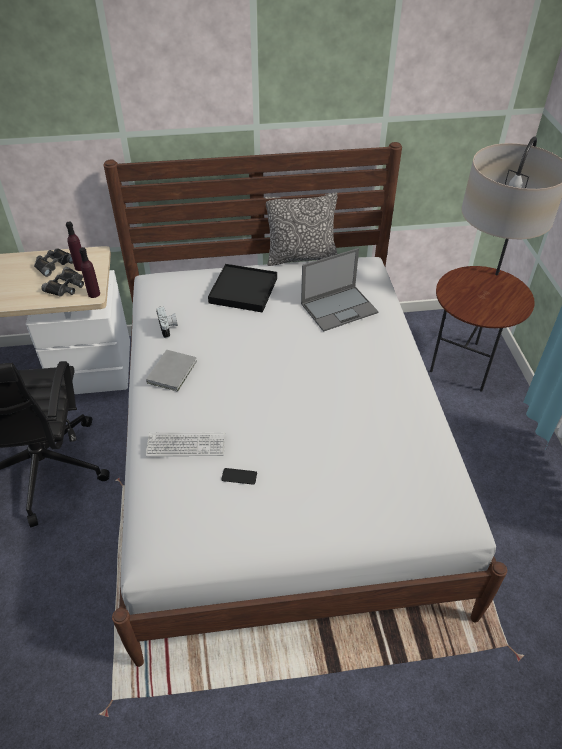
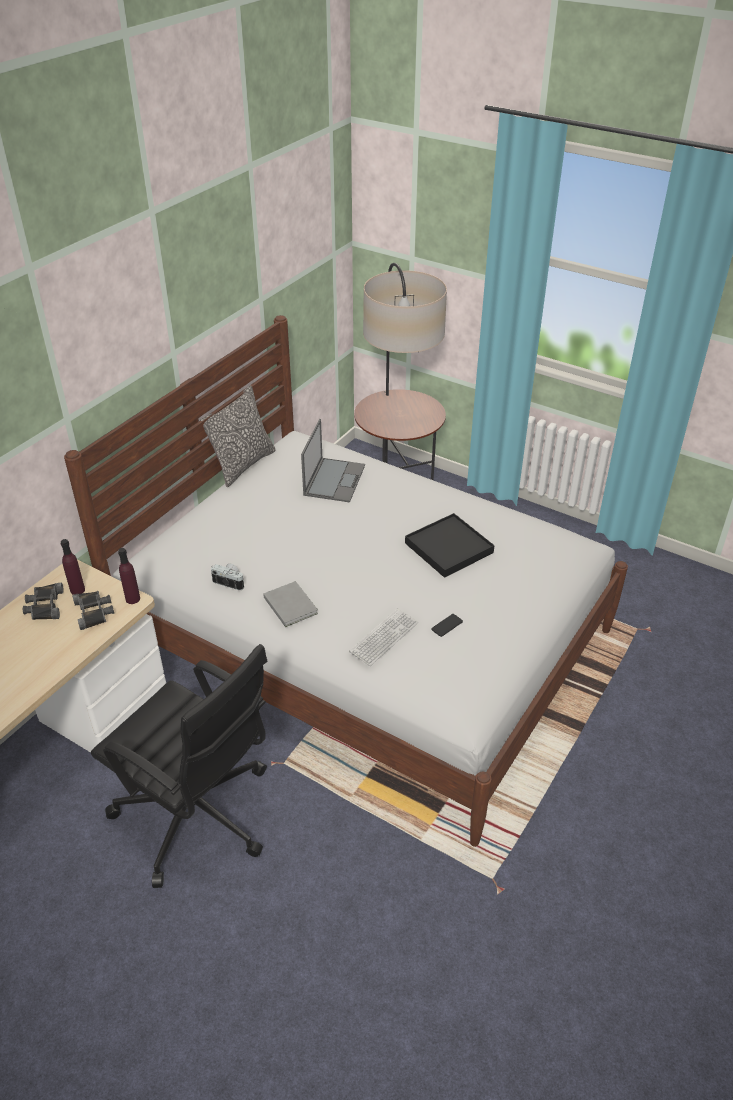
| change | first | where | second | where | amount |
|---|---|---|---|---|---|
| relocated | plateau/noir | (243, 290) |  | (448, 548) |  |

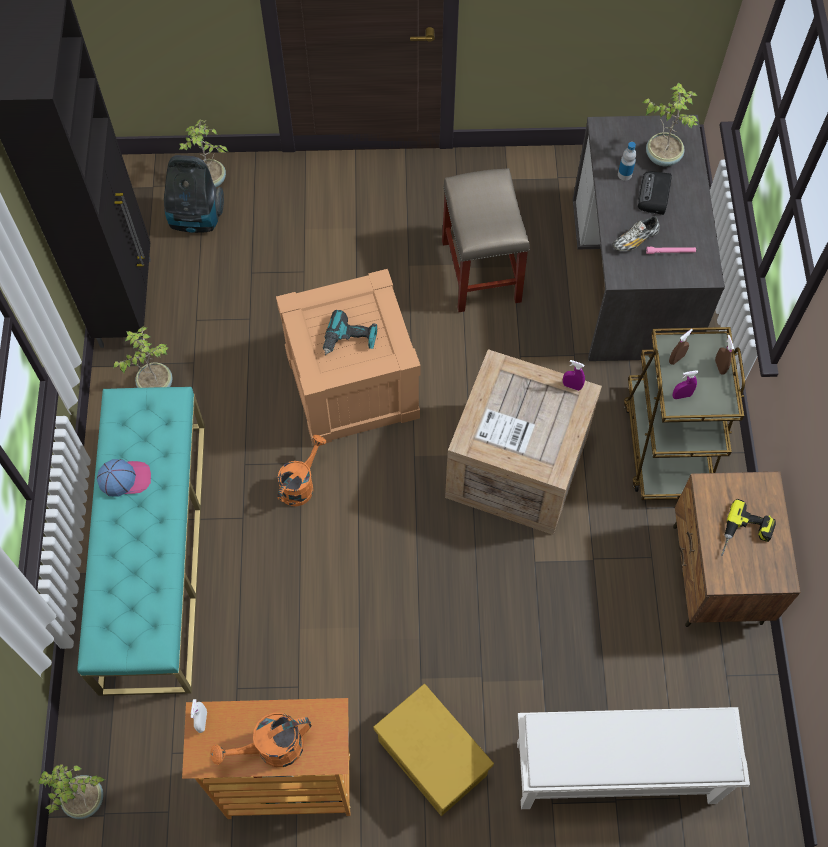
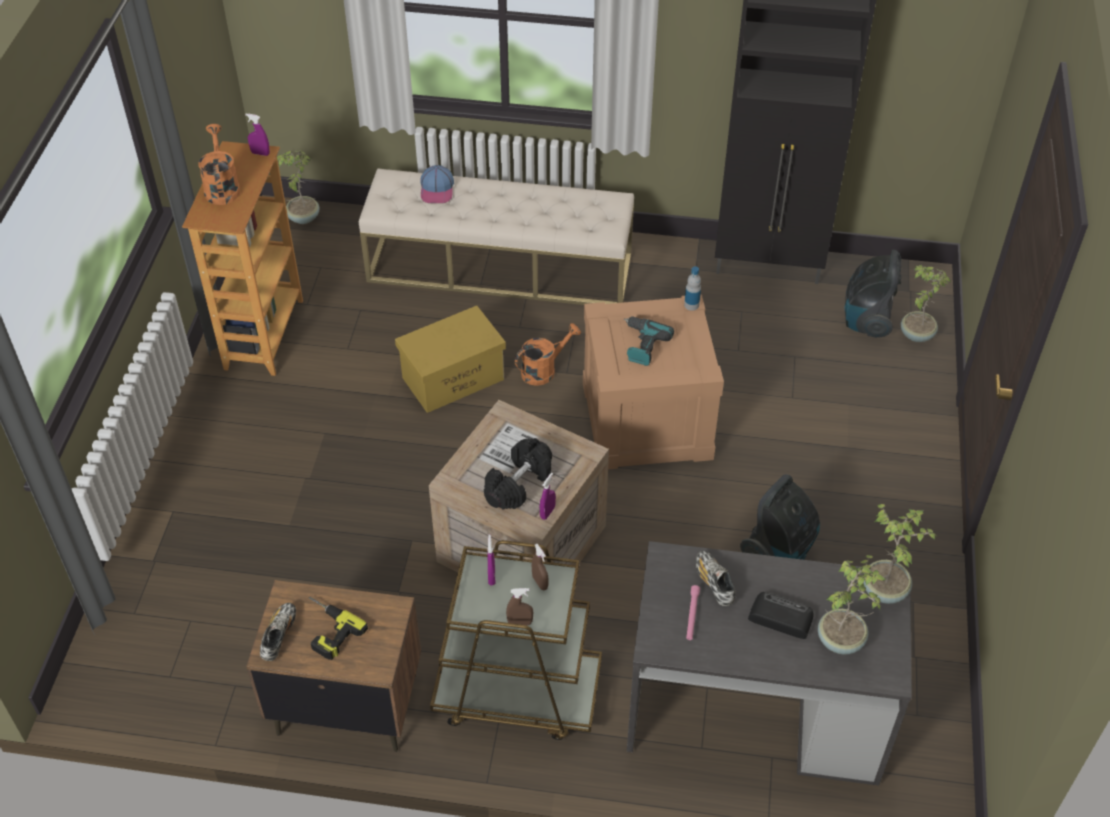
| change | first | where | second | where | amount |
|---|---|---|---|---|---|
| colour | banc/turquoise | (154, 553) | banc/beige | (500, 267) |  |
| relocated | casquette | (125, 478) |  | (437, 189) |  |
| relocated | plante en pot | (155, 384) |  | (885, 589) |  |
| colour | vaporisateur/blanc | (202, 721) | vaporisateur/violet | (260, 153) |  |
| spun | arrosoir/orange | (300, 484) |  | (544, 370) | 75 degrees counterclockwise |
| relocated | boîte de rangement/jaune | (431, 757) |  | (453, 378) |  |
| exchanged | tabouret/beige | (480, 270) | aspirateur | (779, 552) |  |
| missing | étagère à chaussures/blanc | (613, 774) |  |  |  |
| relocated | bouteille | (624, 174) |  | (691, 305) |  |
| appeared |  |  | chaussure | (279, 636) |  |
| appeared |  |  | haltère/noir | (518, 484) |  |

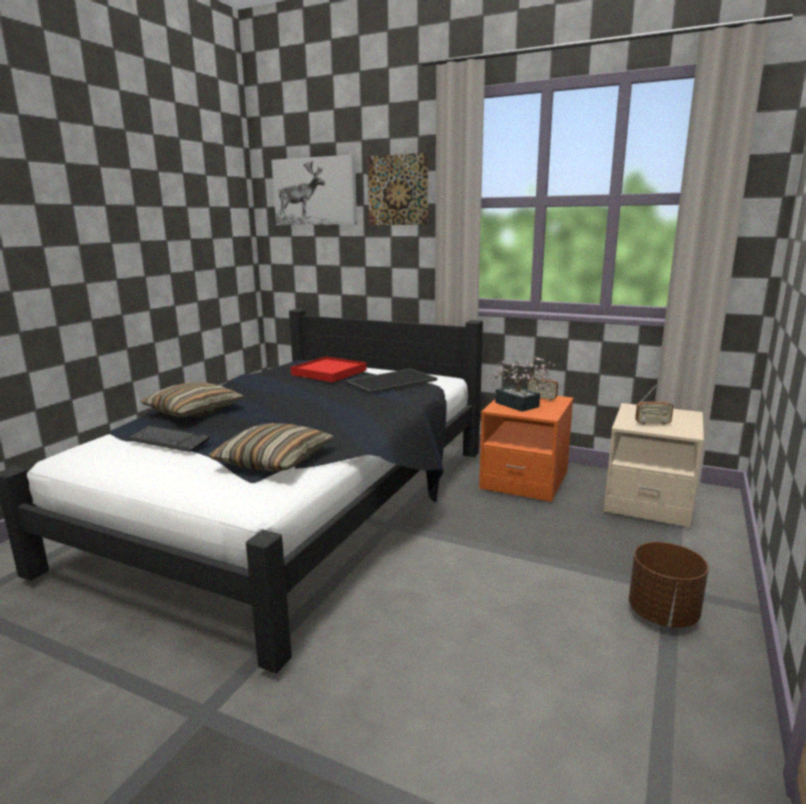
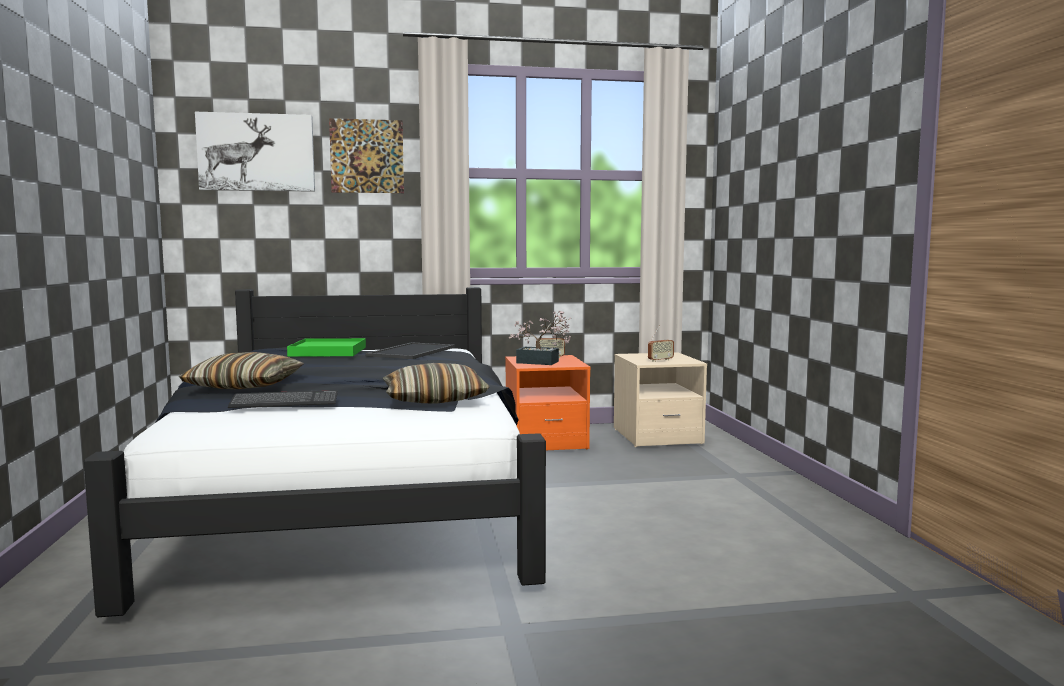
| change | first | where | second | where | amount |
|---|---|---|---|---|---|
| colour | plateau/rouge | (329, 372) | plateau/vert | (328, 351) |  |
| missing | cache-pot/marron | (663, 614) |  |  |  |

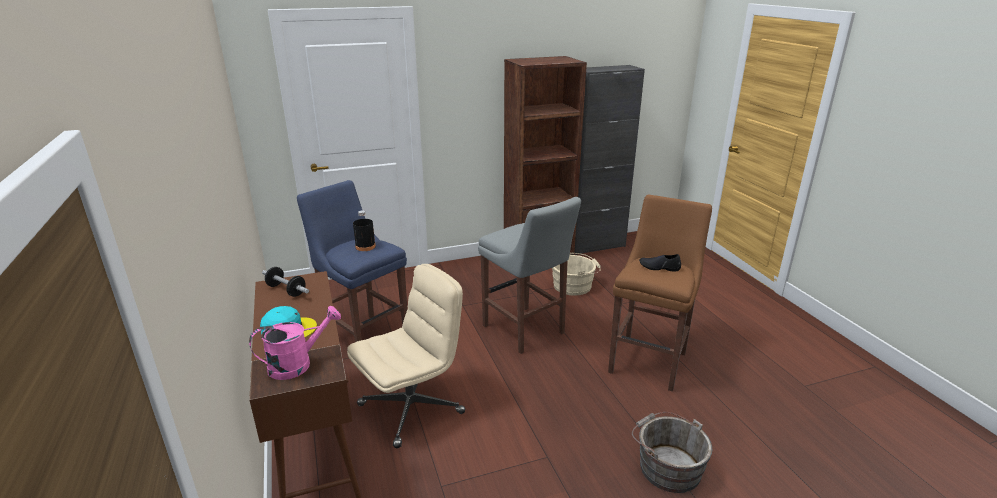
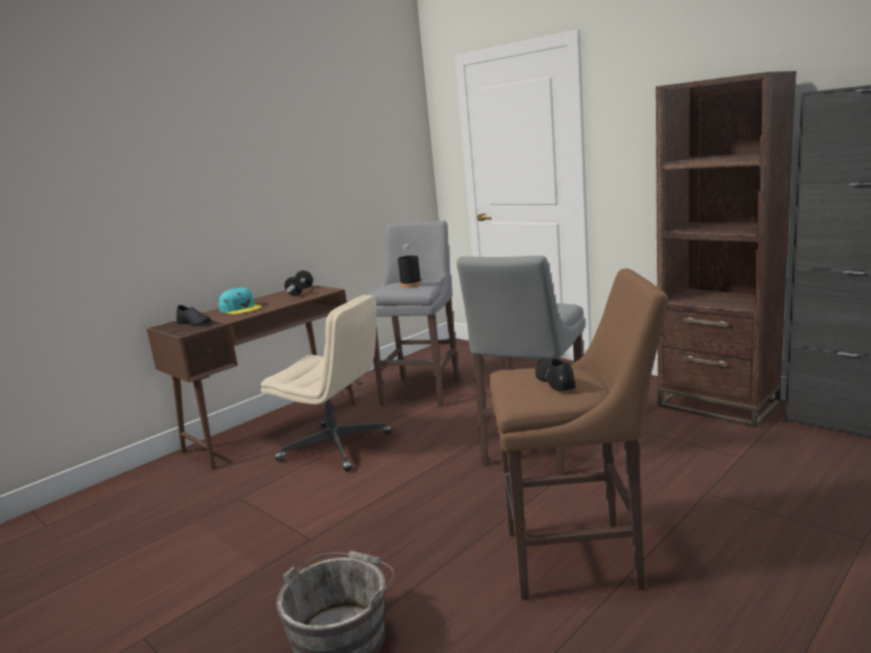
| change | first | where | second | where | amount |
|---|---|---|---|---|---|
| exchanged | arrosoir/rose | (297, 364) | chaussure/noir | (194, 323) |  |
| colour | tabouret/bleu | (364, 336) | tabouret/gris | (423, 390) |  |
| missing | seau/beige | (574, 285) |  |  |  |

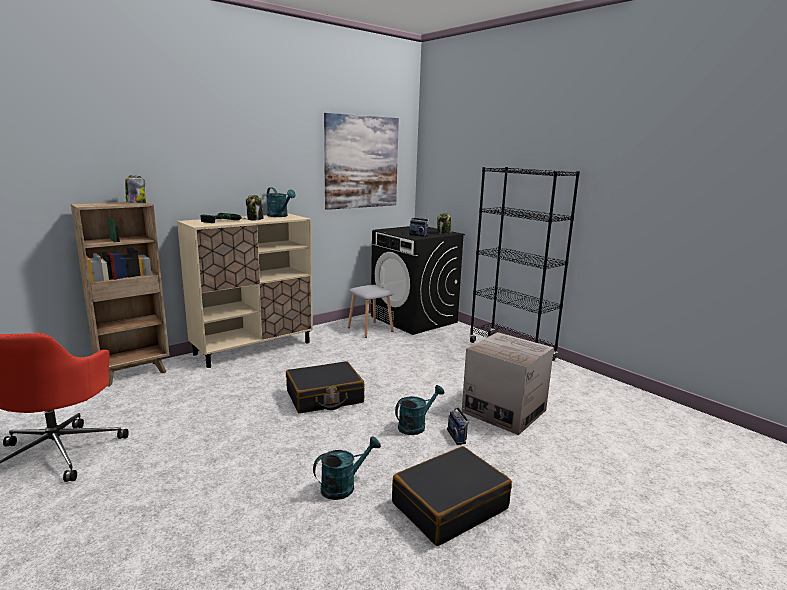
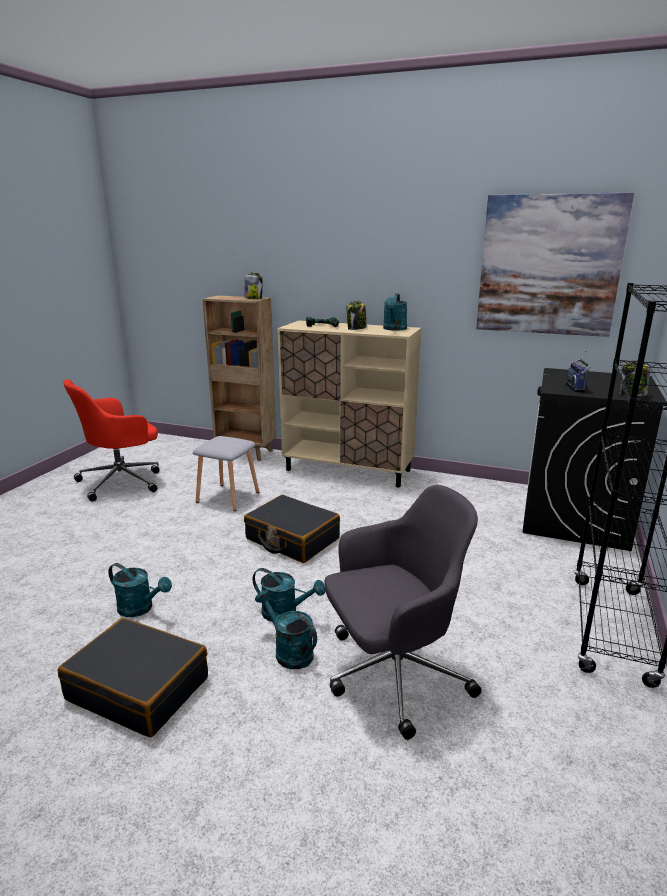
| change | first | where | second | where | amount |
|---|---|---|---|---|---|
| relocated | tabouret/gris | (370, 329) |  | (229, 497) |  |
| exchanged | radio | (457, 436) | arrosoir/turquoise | (288, 651) |  |
| exchanged | carton | (504, 411) | chaise de bureau/gris | (393, 674) |  |

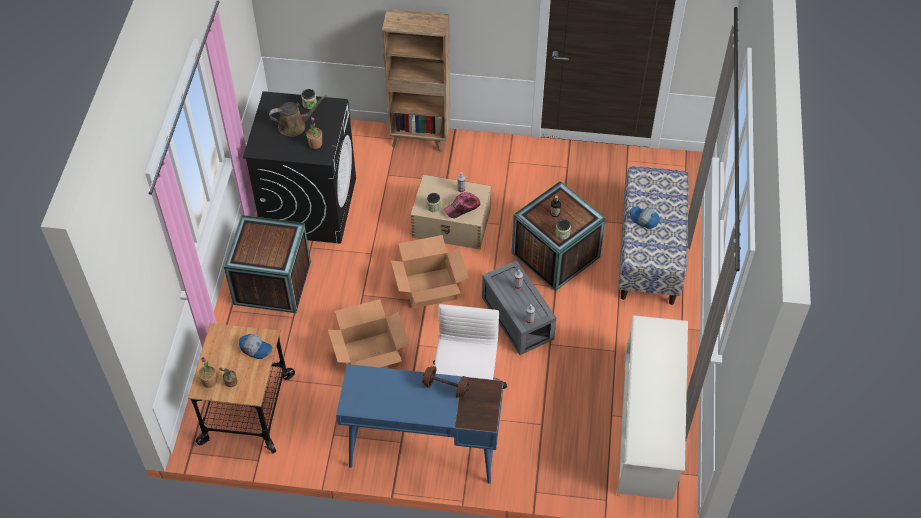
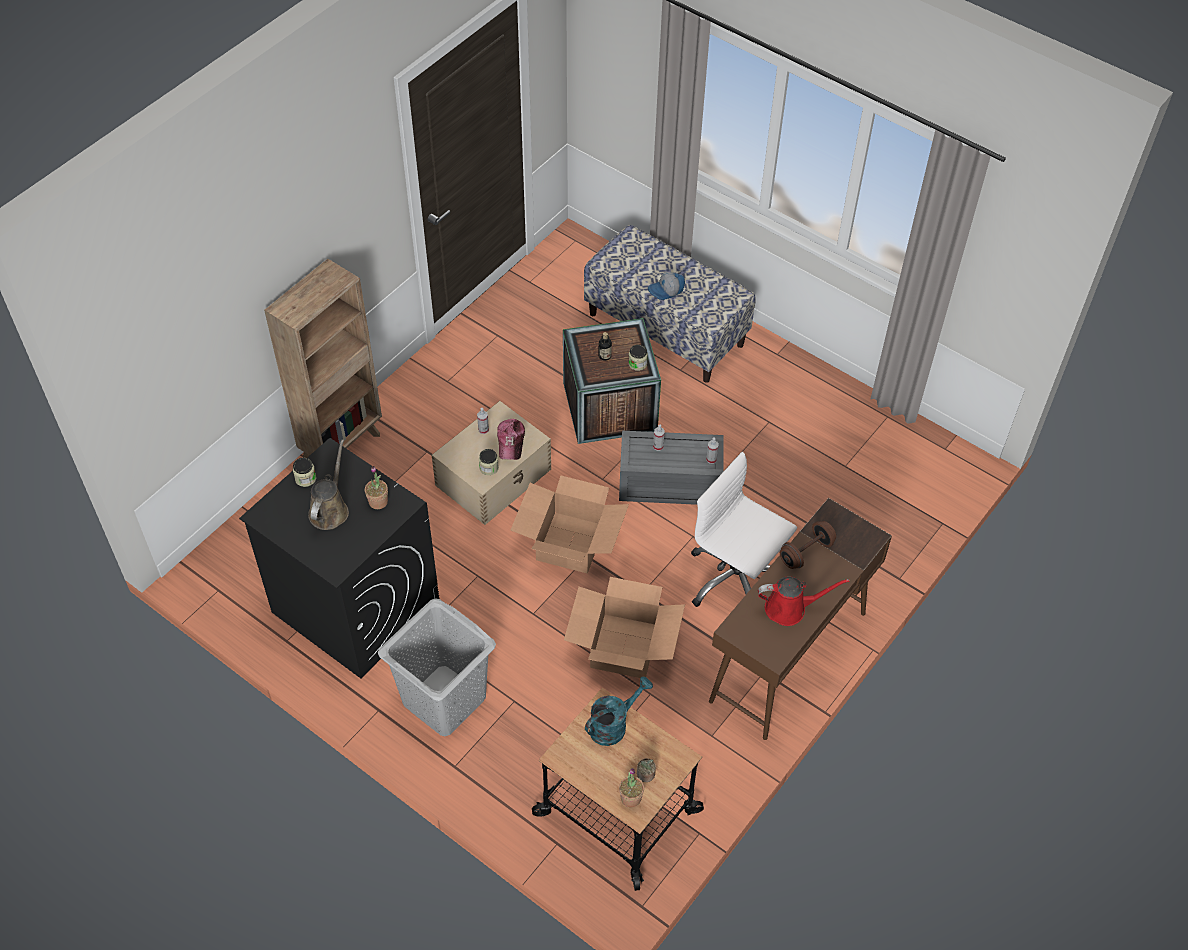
| change | first | where | second | where | amount |
|---|---|---|---|---|---|
| exchanged | caisse | (272, 283) | panier à linge/gris | (445, 700) |  |
| exchanged | casquette | (256, 348) | arrosoir/turquoise | (613, 724) |  |
| colour | bureau/bleu | (422, 451) | bureau/marron | (788, 657) |  |
| missing | étagère à chaussures/blanc | (648, 427) |  |  |  |
| appeared |  |  | arrosoir/rouge | (789, 608) |  |

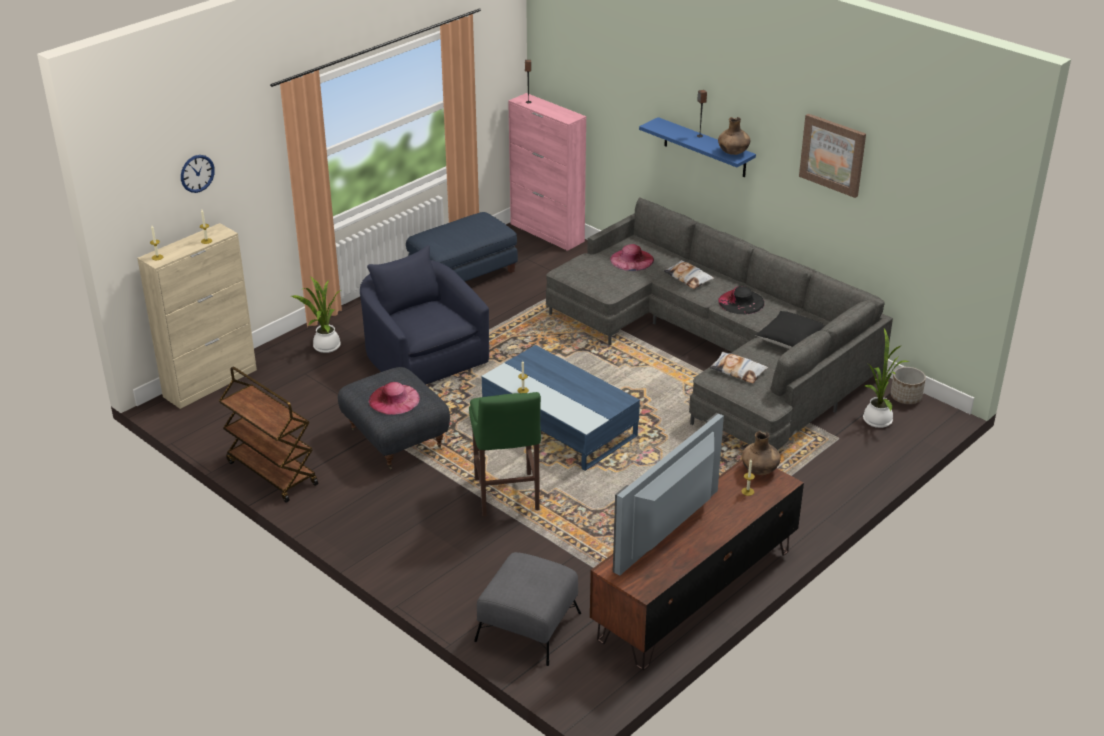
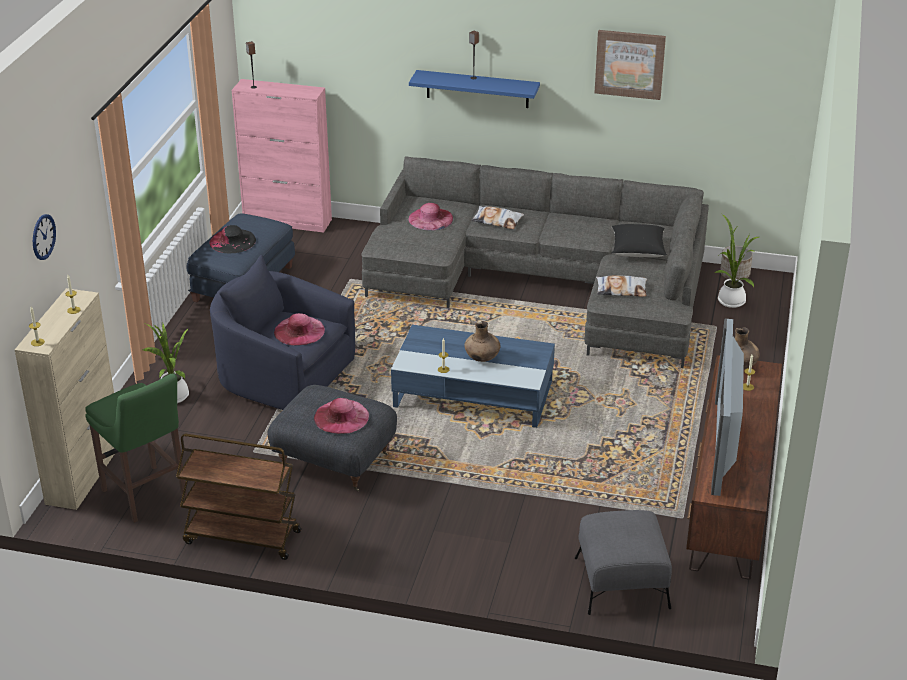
| change | first | where | second | where | amount |
|---|---|---|---|---|---|
| relocated | tabouret/vert | (506, 497) |  | (146, 496) |  |
| relocated | vase/marron | (733, 153) |  | (482, 358) |  |
| relocated | chapeau/noir | (741, 302) |  | (232, 241) |  |
| appeared |  |  | chapeau/rose | (299, 331) |  |

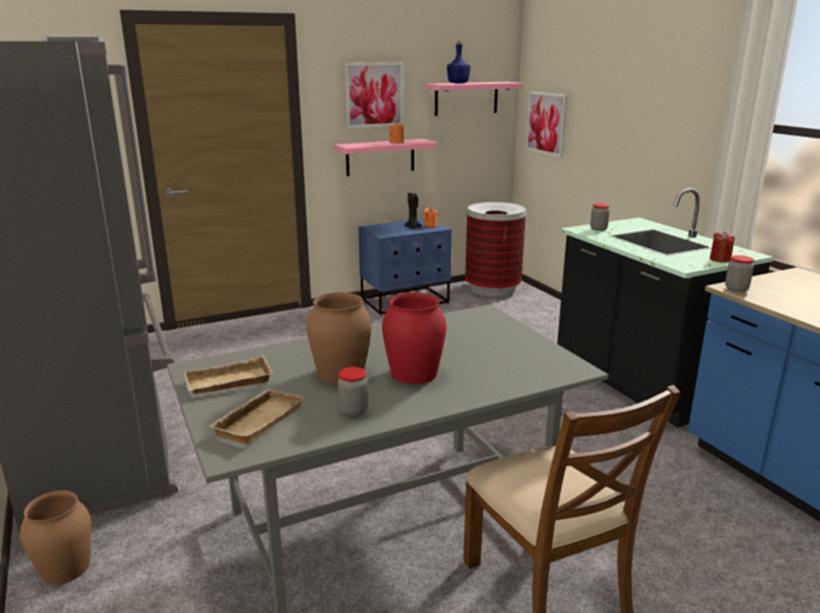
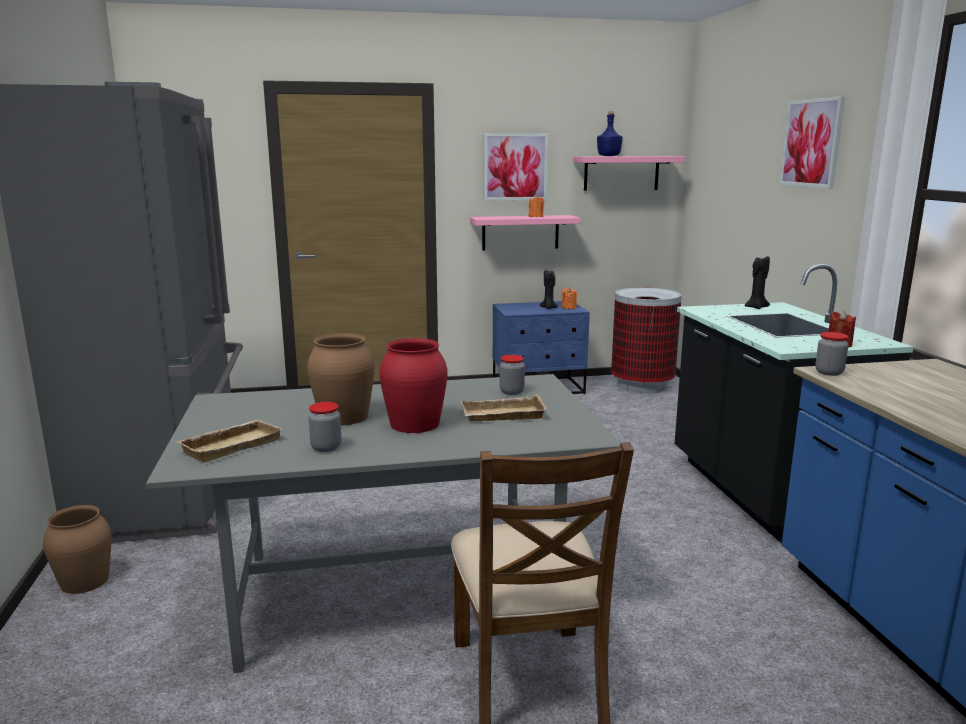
| change | first | where | second | where | amount |
|---|---|---|---|---|---|
| relocated | plateau/beige | (228, 383) |  | (502, 416) |  |
| relocated | tableau | (546, 123) |  | (811, 143) |  |
| relocated | bocal | (598, 229) |  | (512, 392) |  |
| appeared |  |  | bougie/noir | (756, 307) |  |

